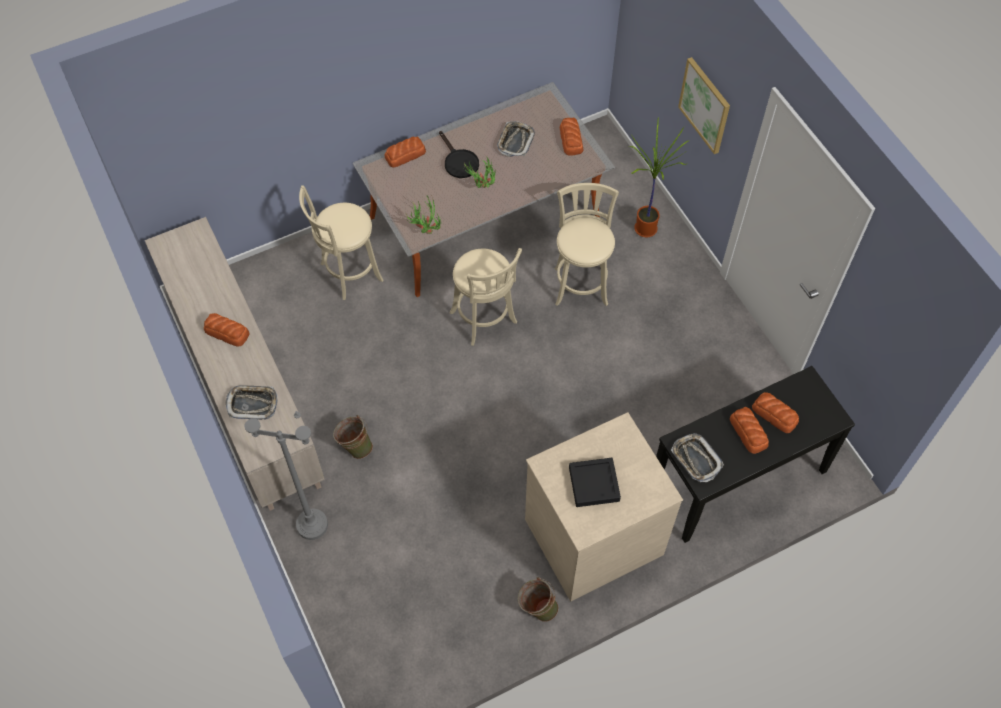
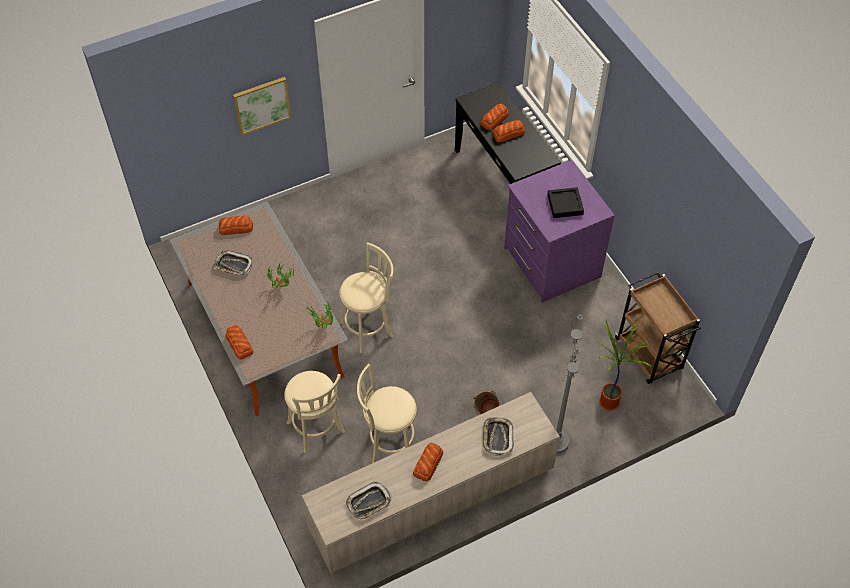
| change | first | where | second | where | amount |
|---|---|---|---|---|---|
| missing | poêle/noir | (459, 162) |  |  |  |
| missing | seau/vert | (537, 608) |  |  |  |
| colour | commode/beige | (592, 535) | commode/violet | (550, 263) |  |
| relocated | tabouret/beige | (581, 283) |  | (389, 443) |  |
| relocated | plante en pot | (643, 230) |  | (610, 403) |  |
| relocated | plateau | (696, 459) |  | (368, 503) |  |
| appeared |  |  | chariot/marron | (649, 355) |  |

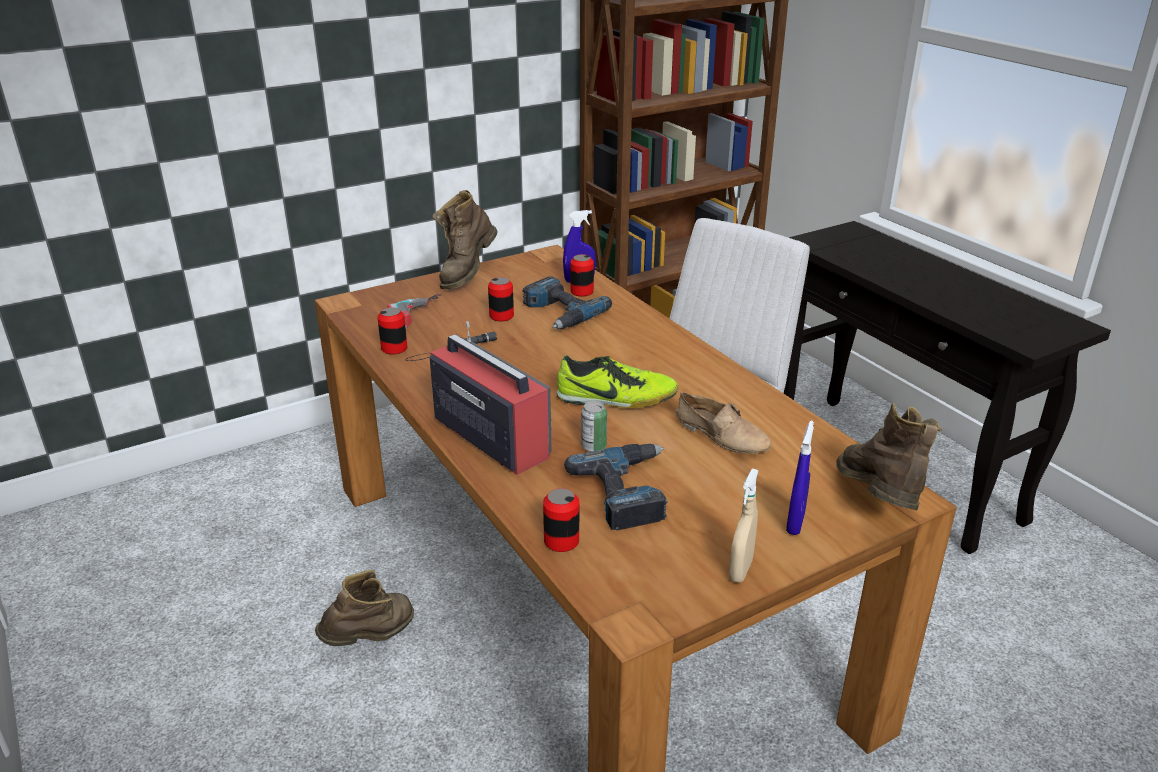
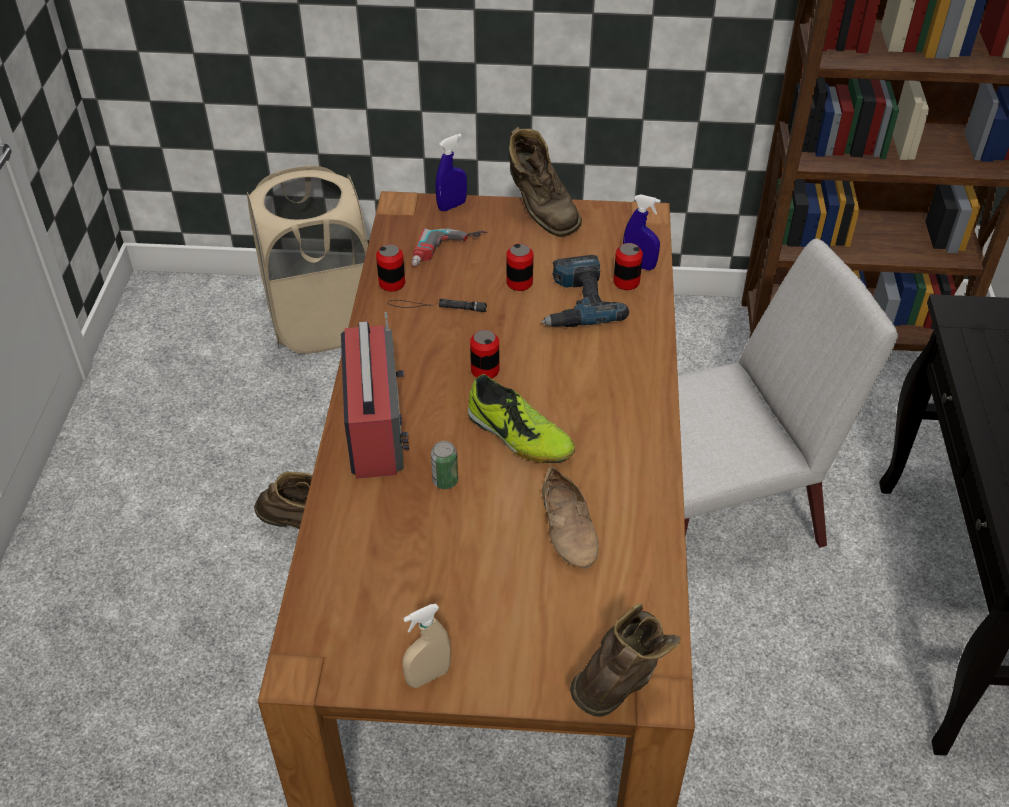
| change | first | where | second | where | amount |
|---|---|---|---|---|---|
| spun | botte/marron | (466, 274) |  | (540, 212) | 90 degrees counterclockwise |
| relocated | boîte métallique | (561, 541) |  | (485, 370) |  |
| missing | perceuse | (629, 491) |  |  |  |
| relocated | vaporisateur/bleu | (795, 523) |  | (452, 206) |  |
| appeared |  |  | panier à linge/beige | (321, 321) |  |

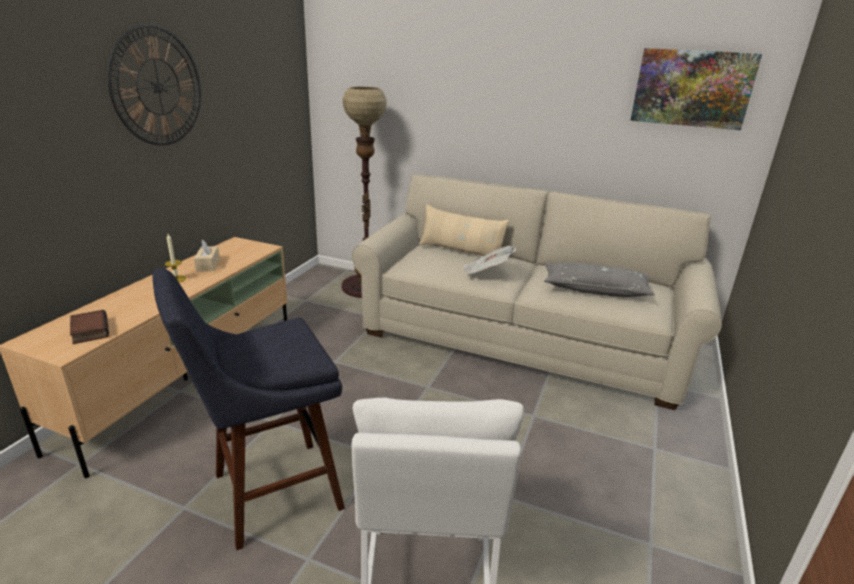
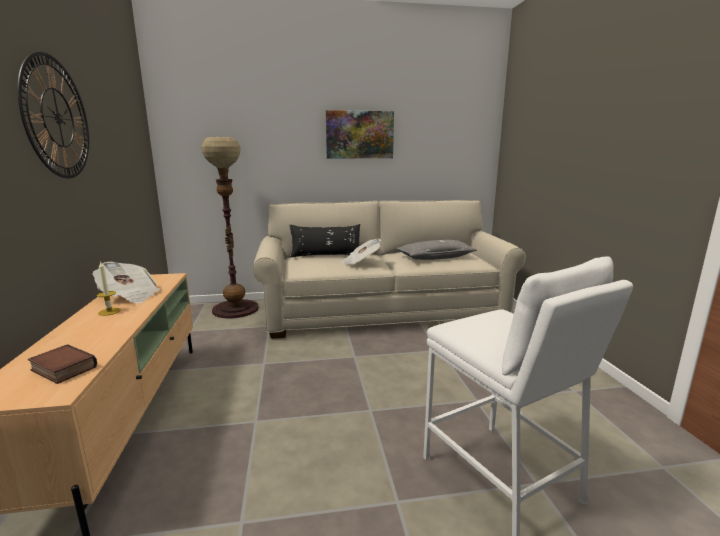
| change | first | where | second | where | amount |
|---|---|---|---|---|---|
| missing | tabouret/bleu | (268, 494) |  |  |  |
| exchanged | boîte à mouchoirs/beige | (208, 265) | journal | (129, 296) |  |
| colour | coussin/beige | (460, 251) | coussin/noir | (326, 255) |  |
| relocated | tableau | (692, 88) |  | (359, 135) |  |

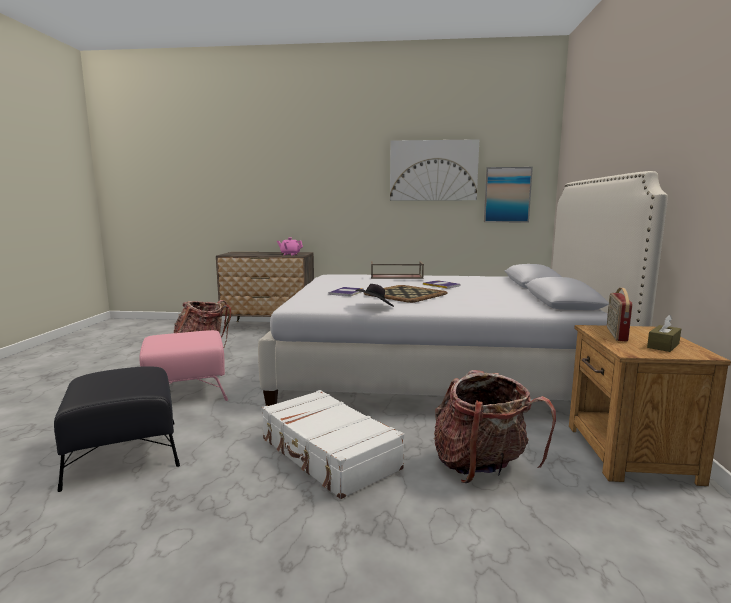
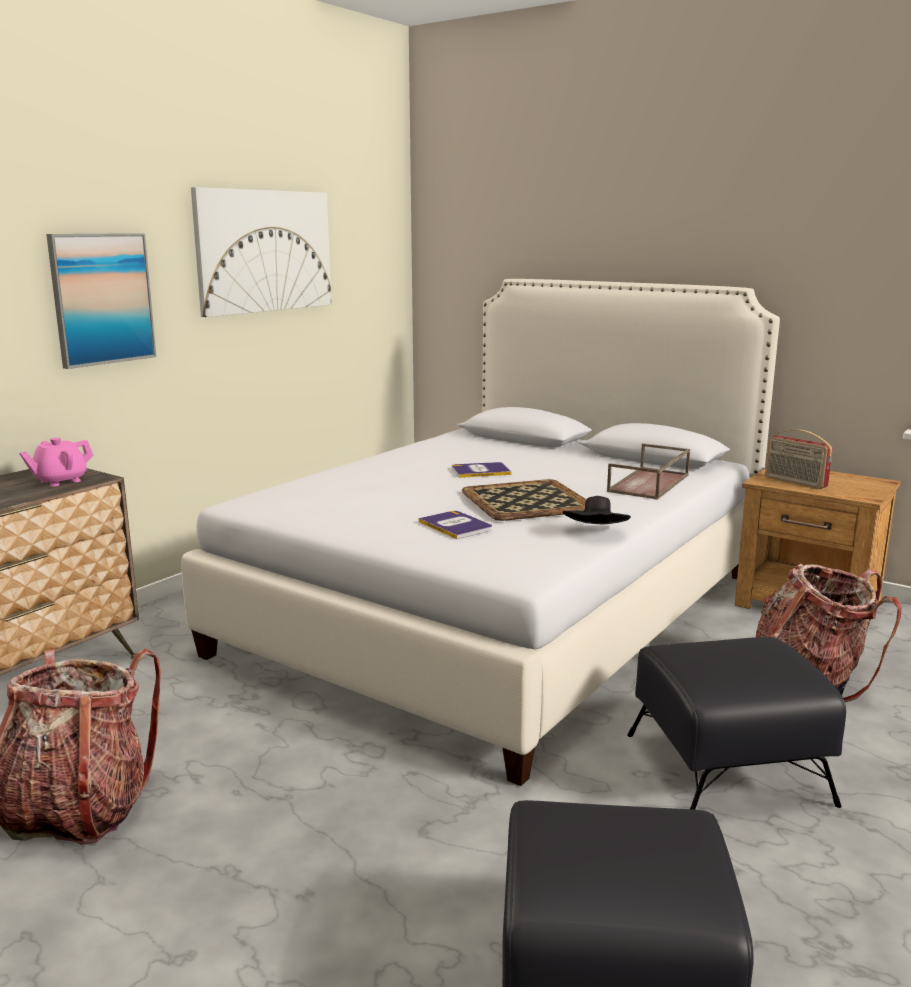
| change | first | where | second | where | amount |
|---|---|---|---|---|---|
| missing | pouf/rose | (187, 392) |  |  |  |
| exchanged | valise/blanc | (328, 454) | pouf/noir | (729, 769) |  |
| relocated | plateau/marron | (395, 276) |  | (649, 483) |  |
| relocated | tableau | (507, 195) |  | (102, 299) |  |
| missing | boîte à mouchoirs/marron | (663, 345) |  |  |  |

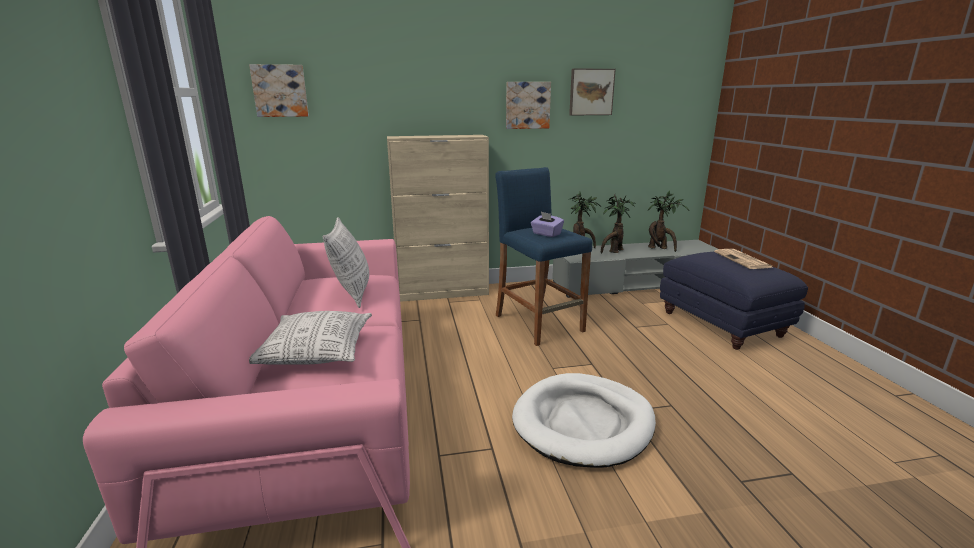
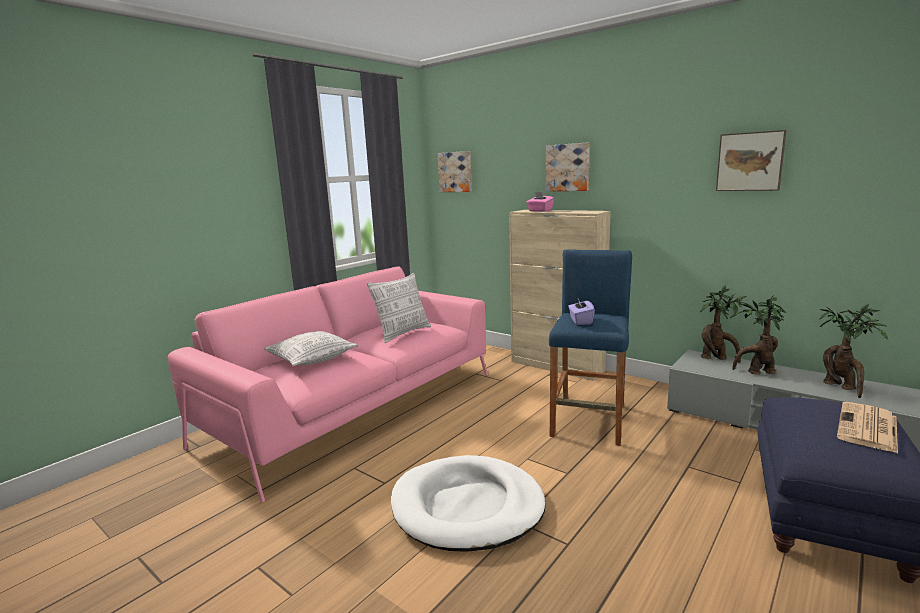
| change | first | where | second | where | amount |
|---|---|---|---|---|---|
| relocated | tableau | (527, 105) |  | (568, 167) |  |
| appeared |  |  | boîte à mouchoirs/rose | (540, 211) |  |

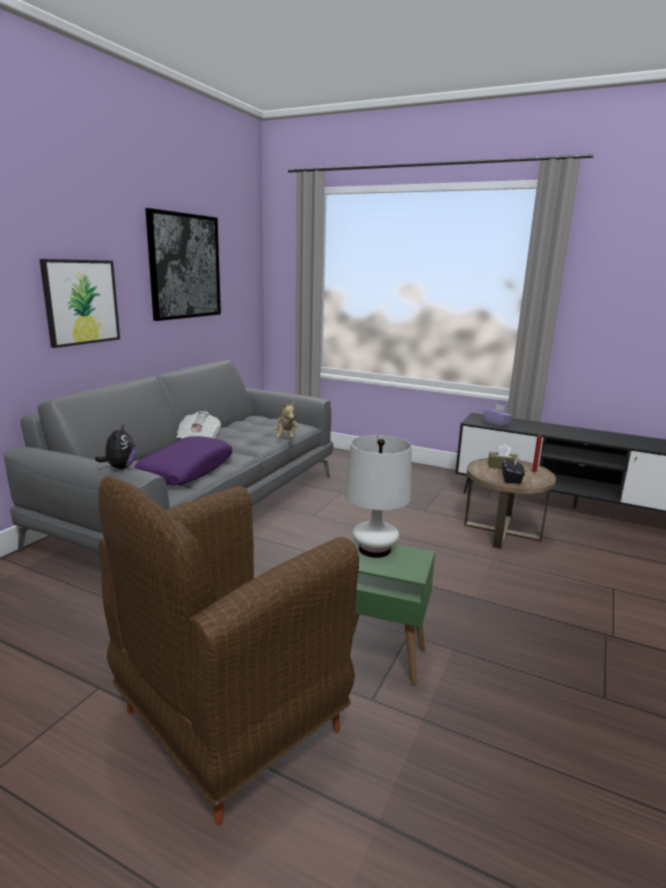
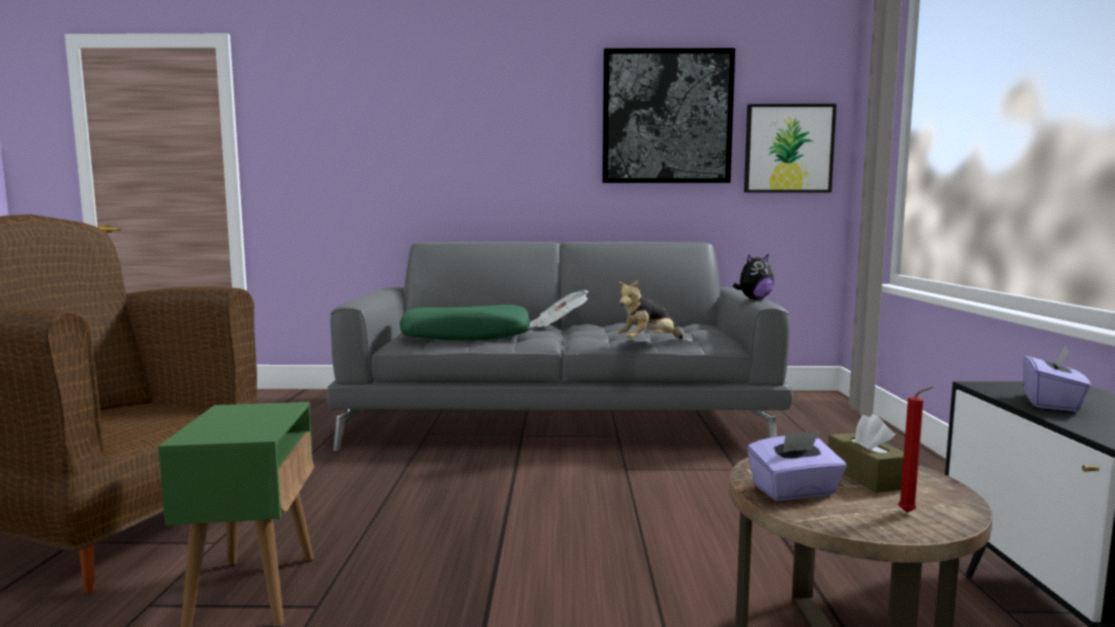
| change | first | where | second | where | amount |
|---|---|---|---|---|---|
| relocated | tableau | (81, 302) |  | (788, 149) |  |
| relocated | peluche | (120, 468) |  | (754, 299) |  |
| colour | coussin/violet | (186, 470) | coussin/vert | (466, 336) |  |
| missing | lampe de table/blanc | (374, 549) |  |  |  |
| colour | boîte à mouchoirs/noir | (511, 479) | boîte à mouchoirs/violet | (794, 491) |  |

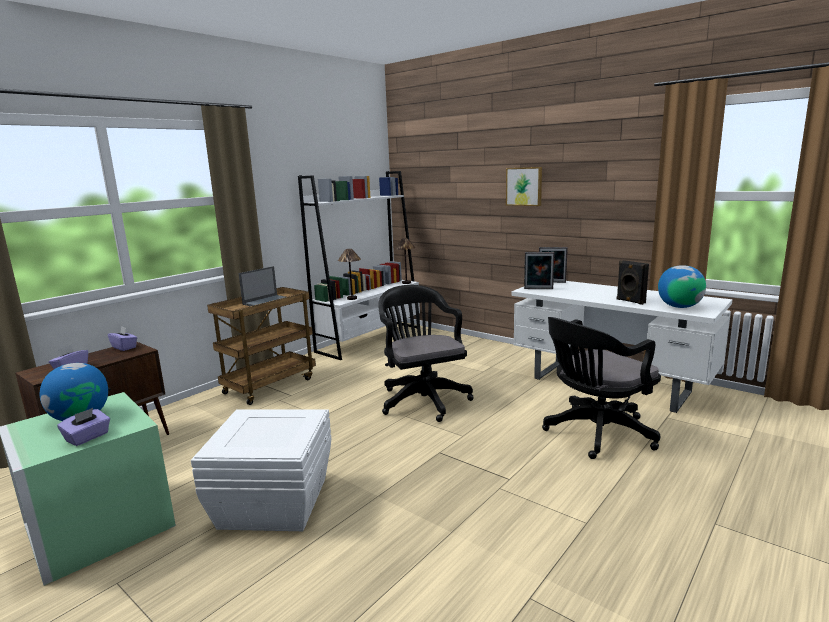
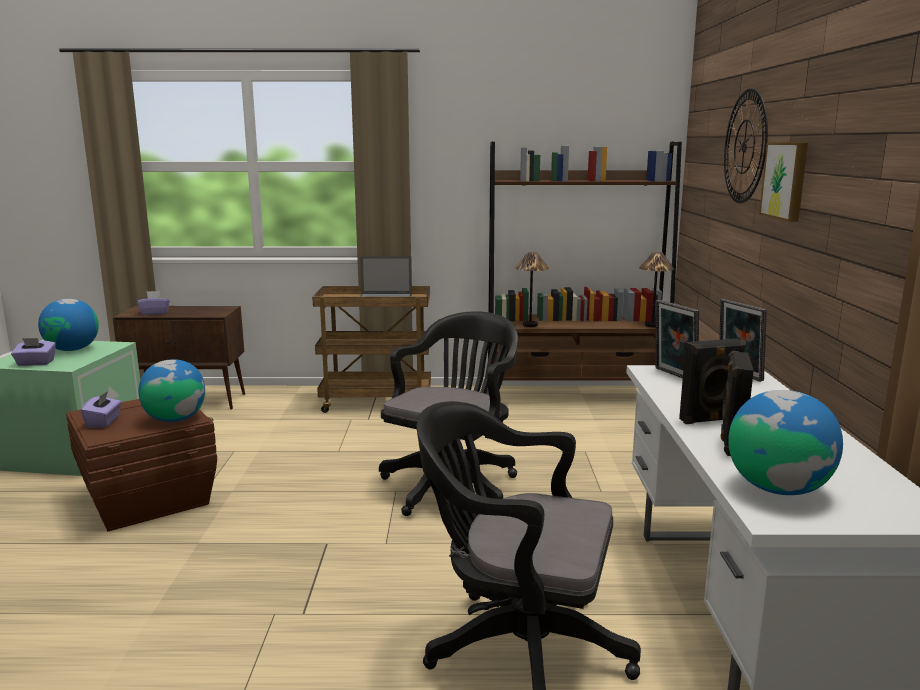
| change | first | where | second | where | amount |
|---|---|---|---|---|---|
| relocated | boîte à mouchoirs/violet | (124, 347) |  | (104, 422) |  |
| colour | boîte de rangement/blanc | (273, 502) | boîte de rangement/marron | (149, 498) |  |
| colour | bibliothèque/blanc | (370, 339) | bibliothèque/marron | (576, 396) |  |
| appeared |  |  | globe | (175, 419) |  |
| appeared |  |  | enceinte/noir | (709, 420) |  |
| appeared |  |  | horloge murale | (744, 147) |  |

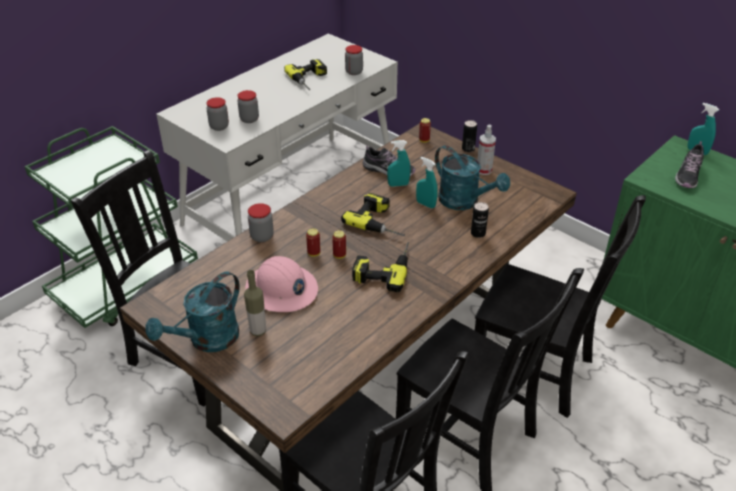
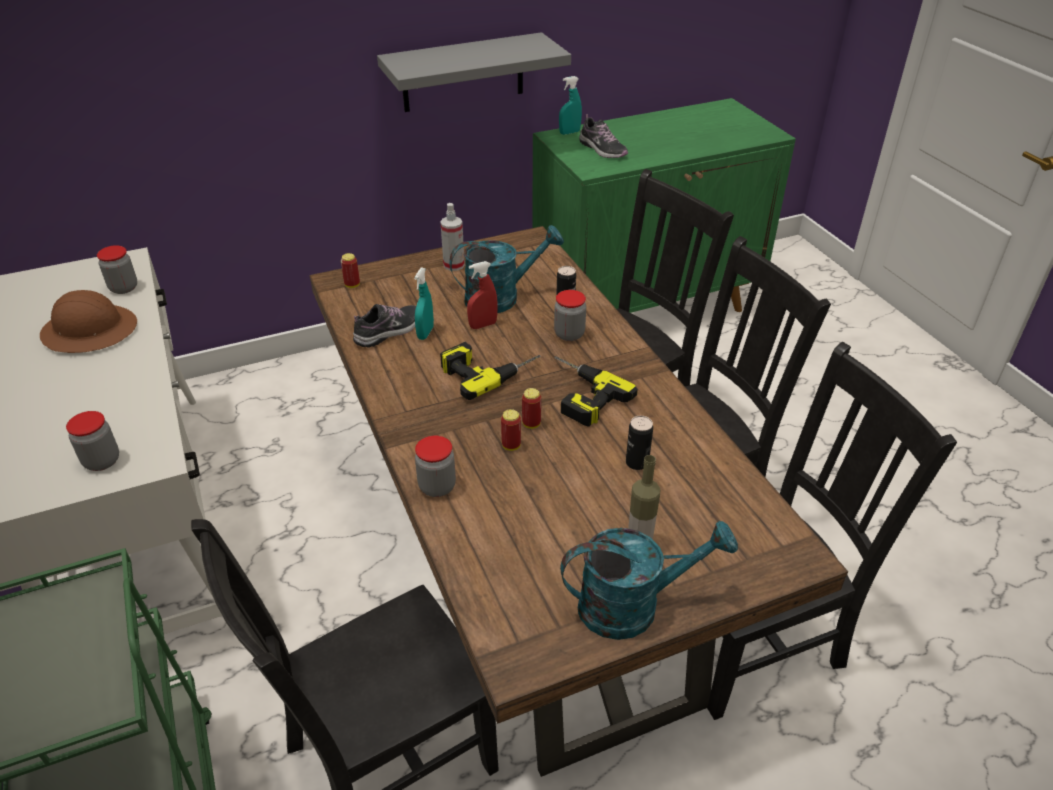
| change | first | where | second | where | amount |
|---|---|---|---|---|---|
| spun | arrosoir/turquoise | (207, 340) |  | (633, 605) | 75 degrees counterclockwise |
| relocated | bocal | (249, 119) |  | (569, 334) |  |
| missing | casque de chantier/rose | (281, 290) |  |  |  |
| exchanged | perceuse | (311, 79) | casque de chantier/marron | (90, 331) |  |
| colour | vaporisateur/turquoise | (426, 204) | vaporisateur/rouge | (483, 325) |  |
| relocated | boîte métallique | (468, 149) |  | (637, 462) |  |
| appeared |  |  | étagère/gris | (463, 73) |  |

